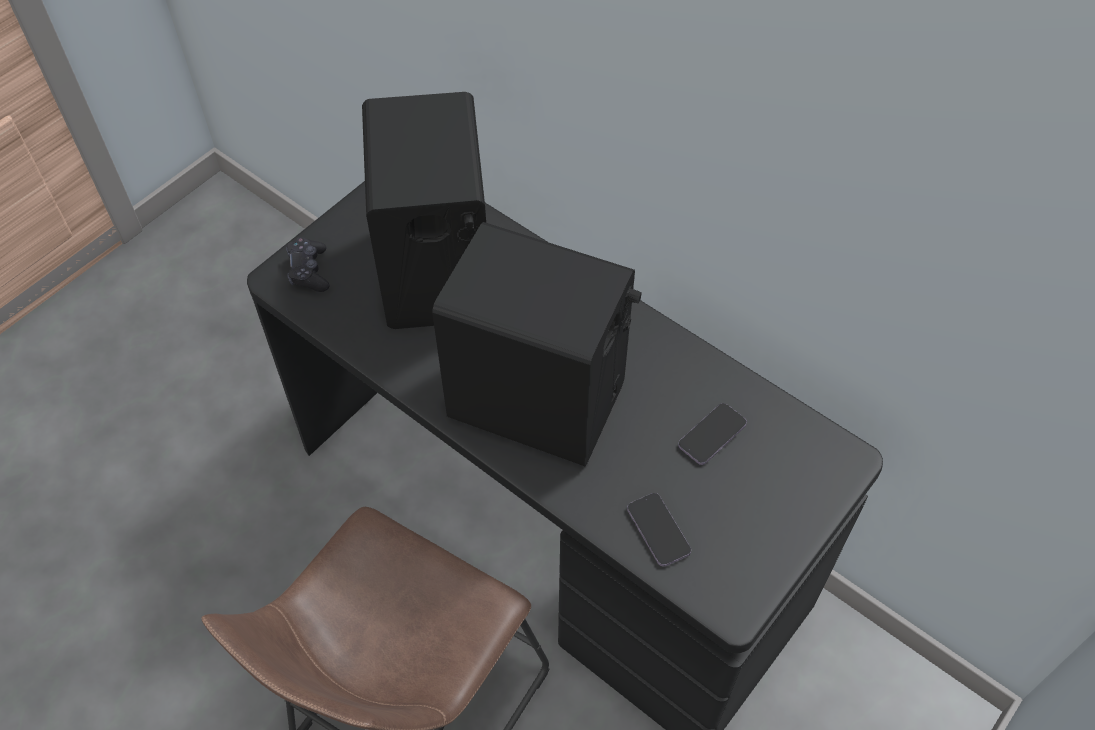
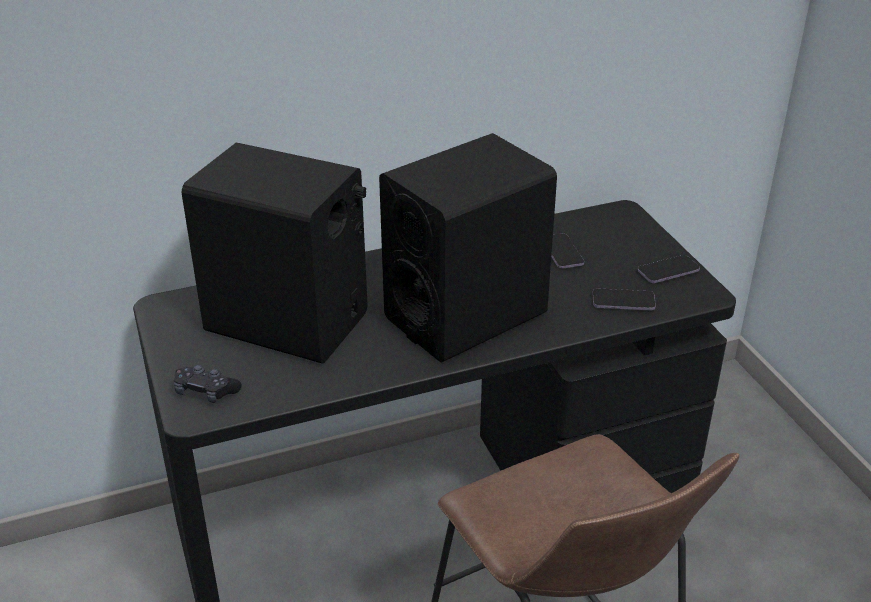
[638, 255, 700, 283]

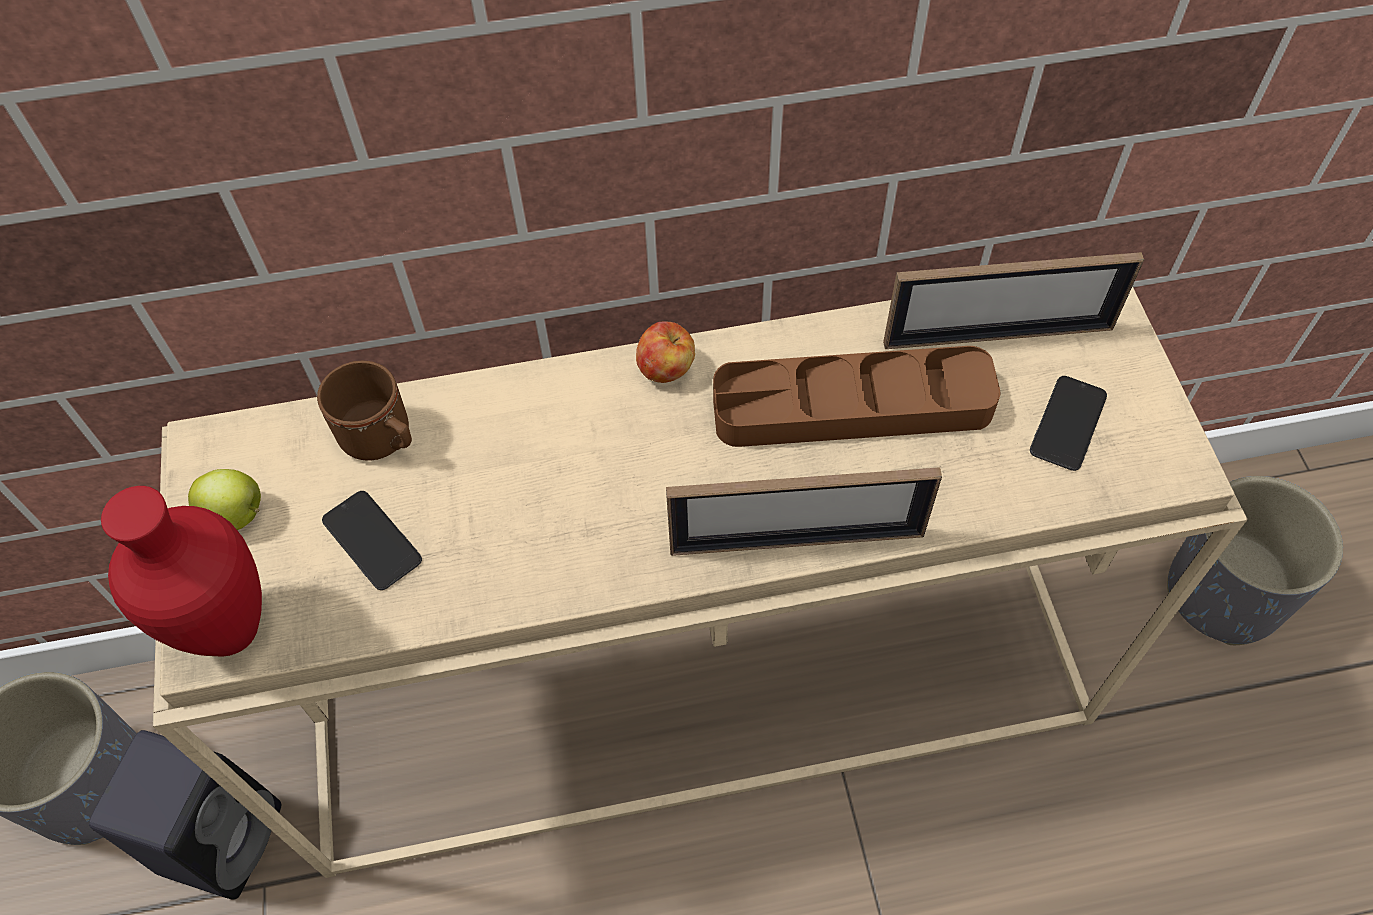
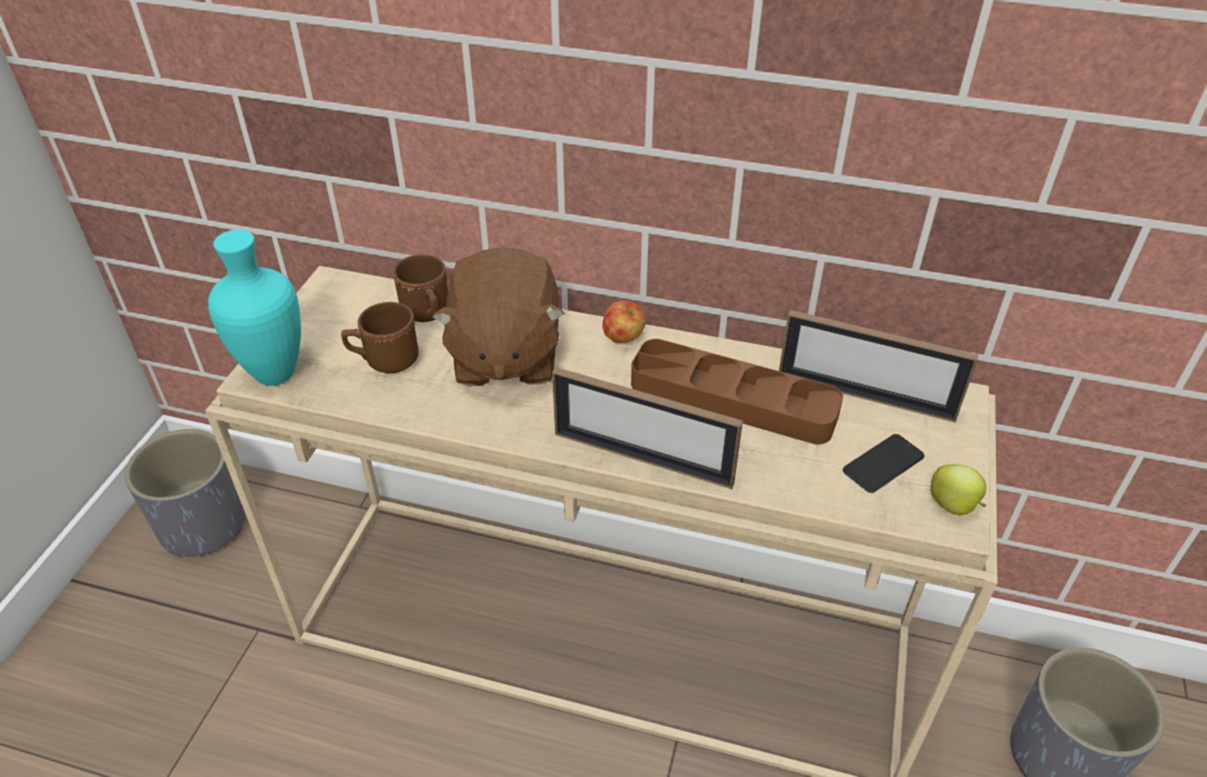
[931, 464, 986, 515]
[208, 230, 301, 386]
[341, 302, 419, 373]
[89, 730, 282, 900] (first image)
[432, 247, 565, 386]

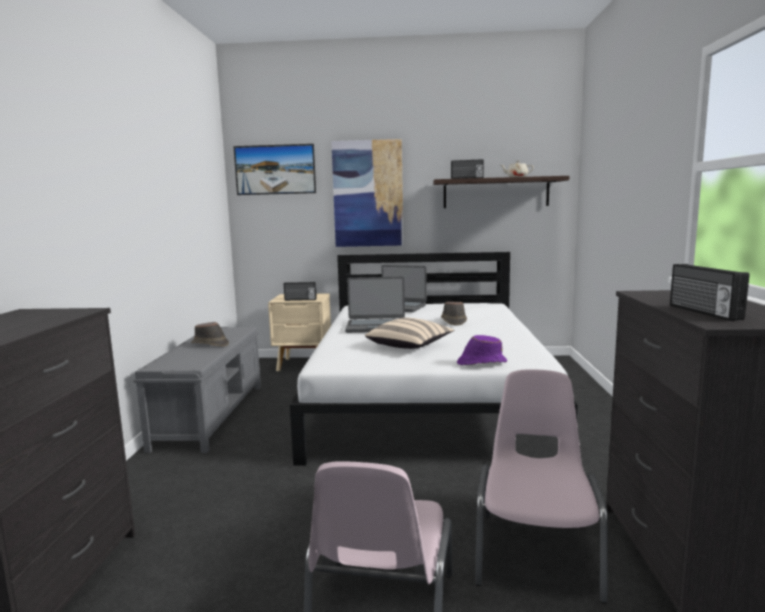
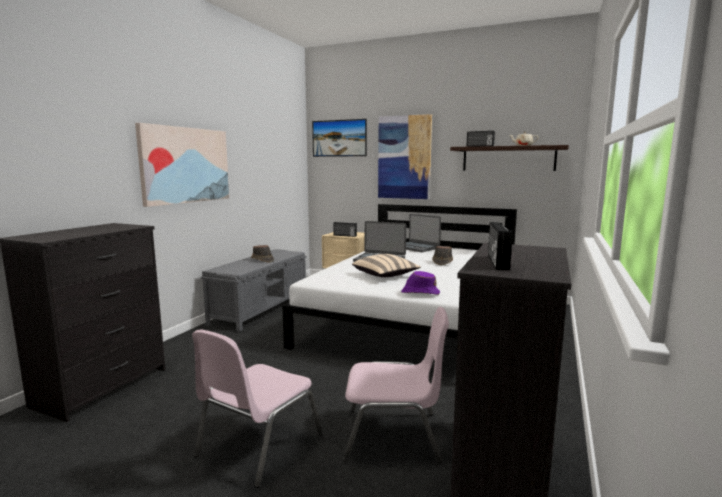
[343, 307, 449, 463]
[135, 123, 229, 207]

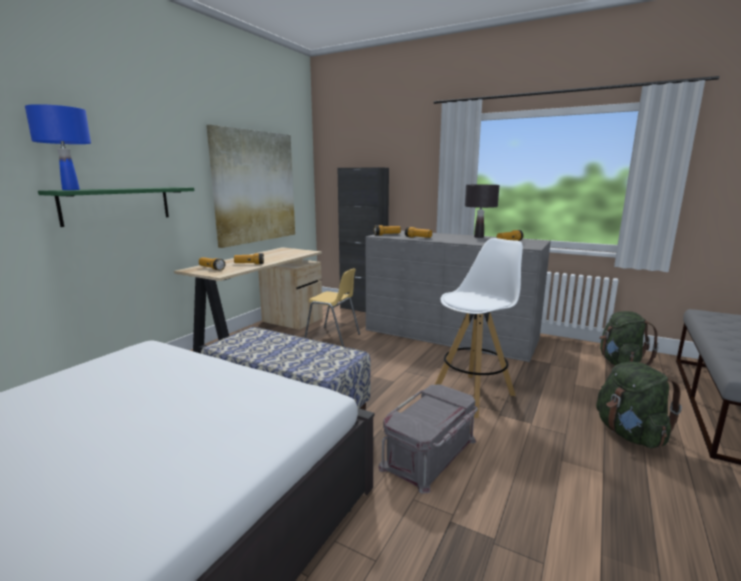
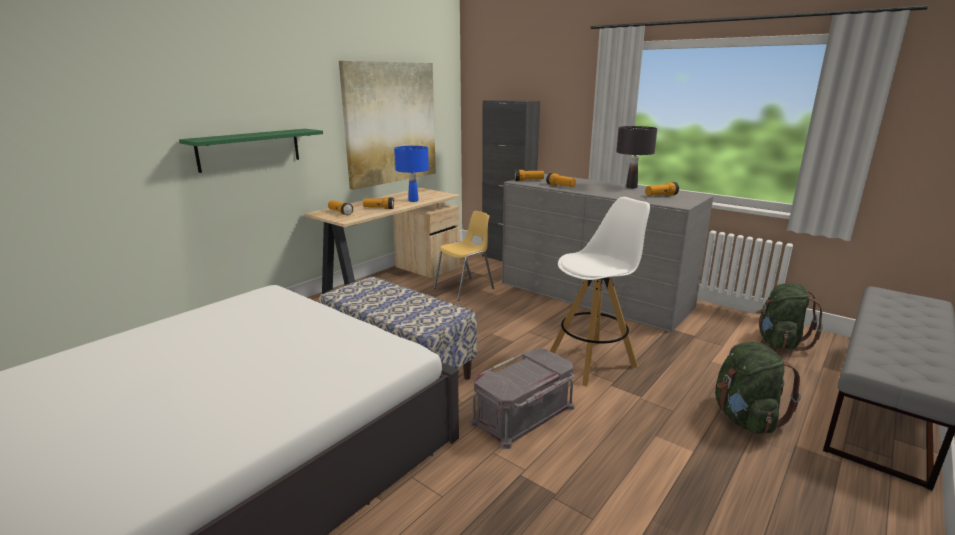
[394, 146, 429, 202]
[434, 211, 494, 301]

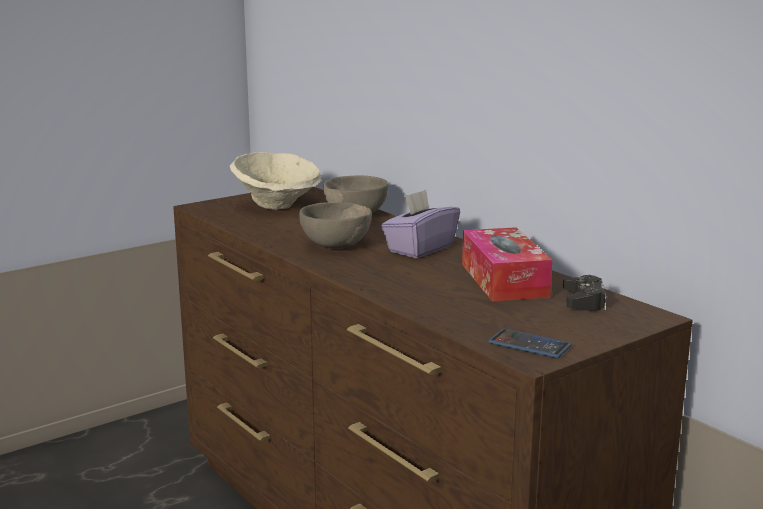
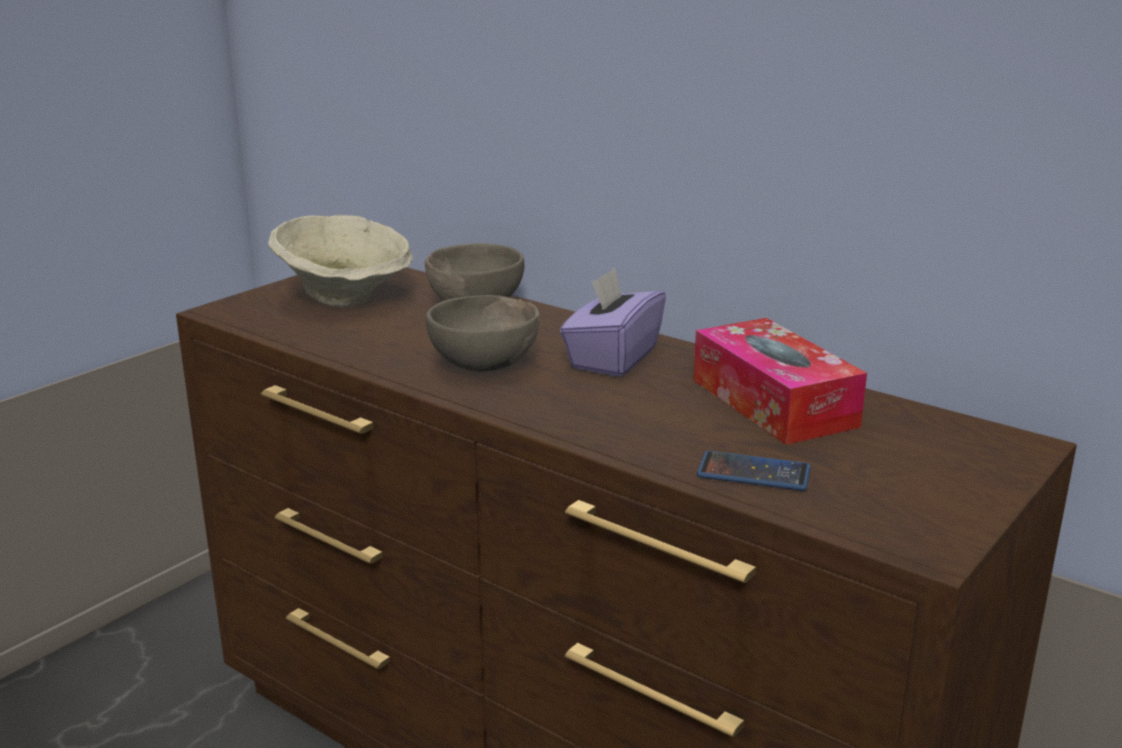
[563, 275, 606, 311] (first image)
[697, 451, 811, 491]

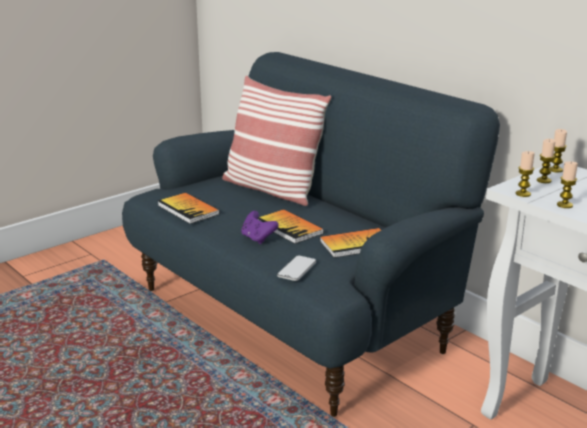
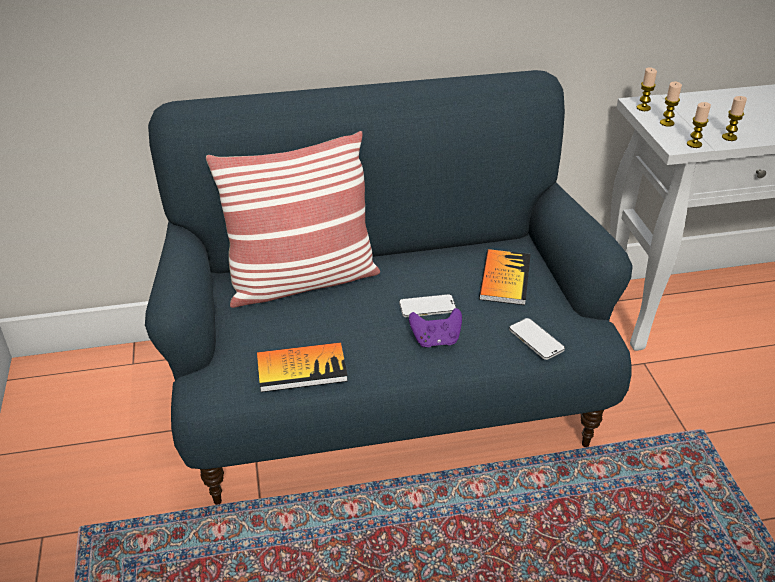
[399, 294, 456, 317]

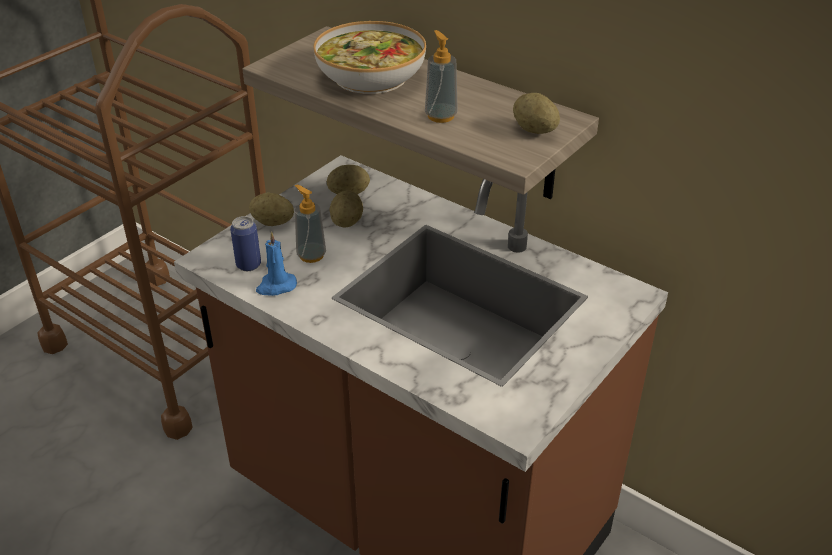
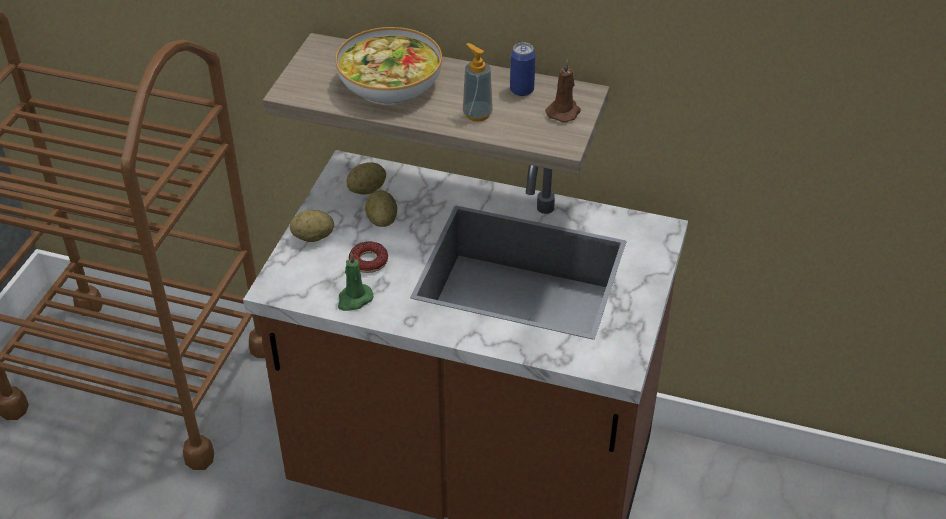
[546, 59, 581, 123]
[349, 241, 388, 273]
[510, 42, 536, 96]
[338, 253, 373, 311]

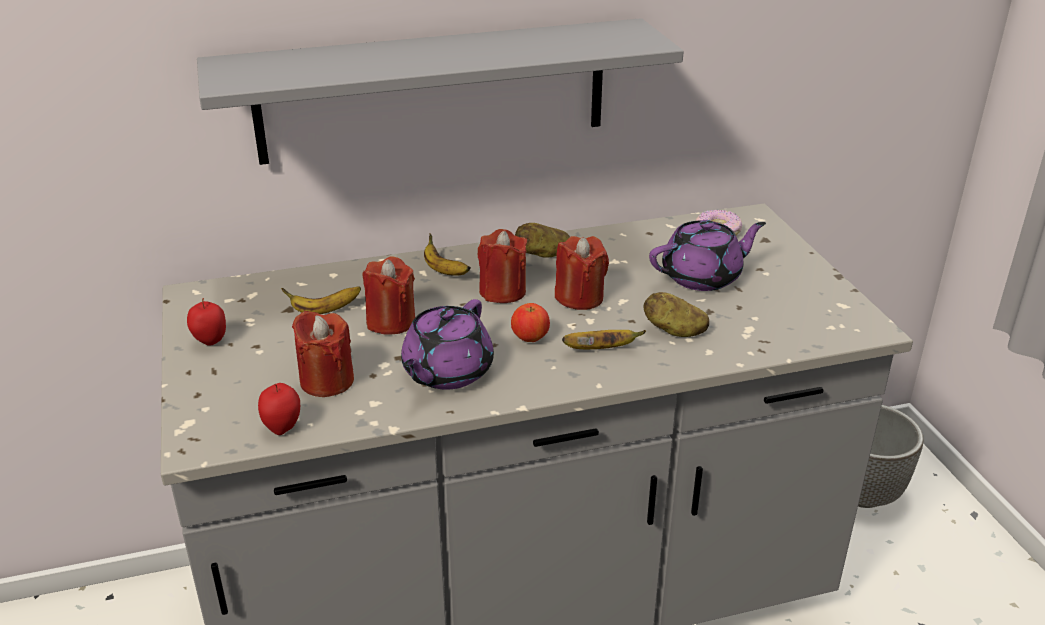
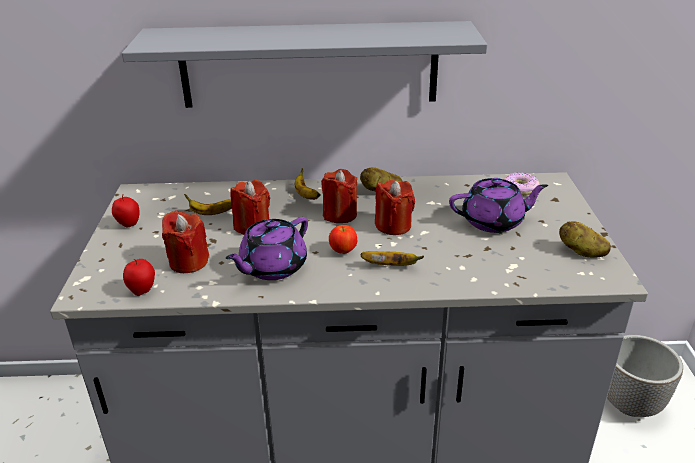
[559, 221, 611, 258]

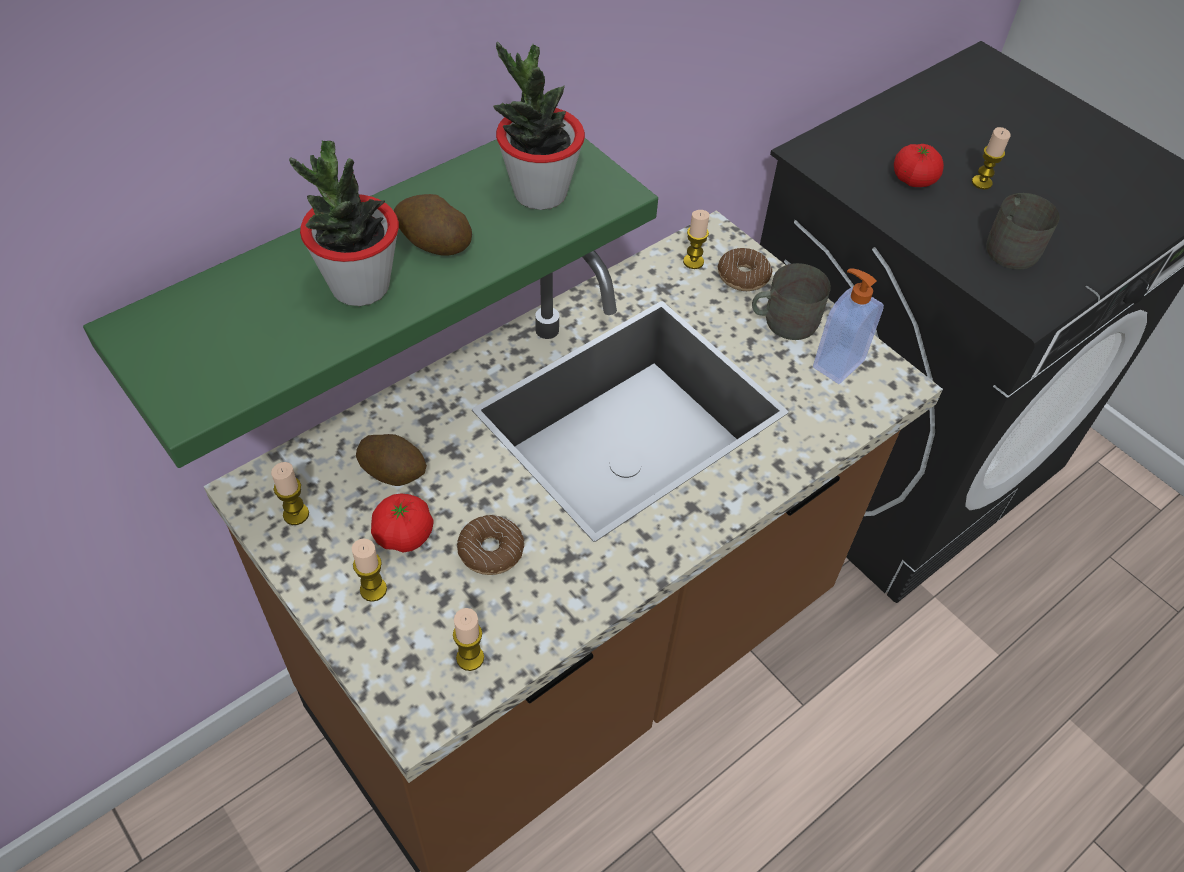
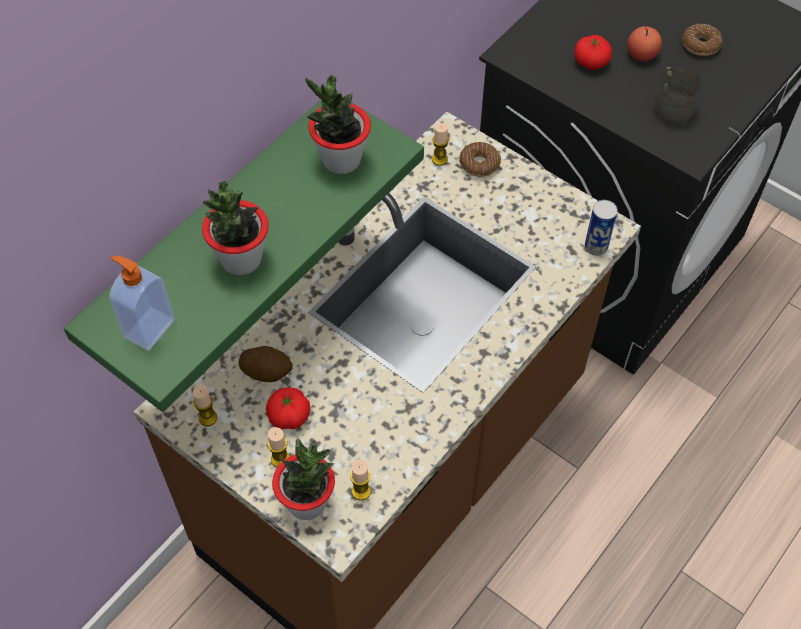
[627, 26, 662, 61]
[394, 194, 472, 255] (first image)
[752, 263, 831, 340] (first image)
[109, 256, 174, 351]
[682, 24, 723, 56]
[585, 200, 618, 256]
[272, 439, 335, 520]

